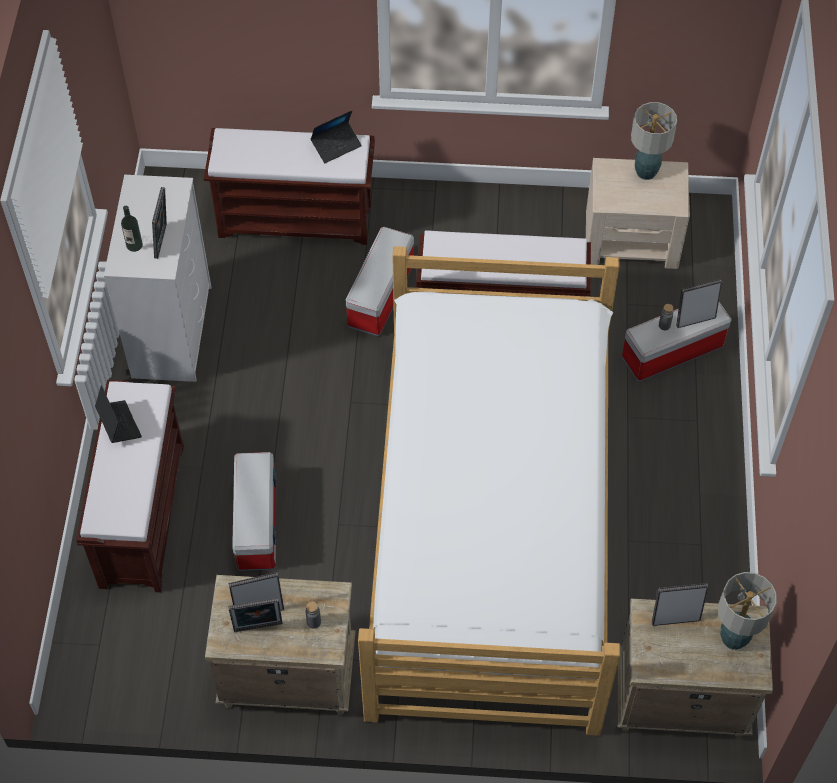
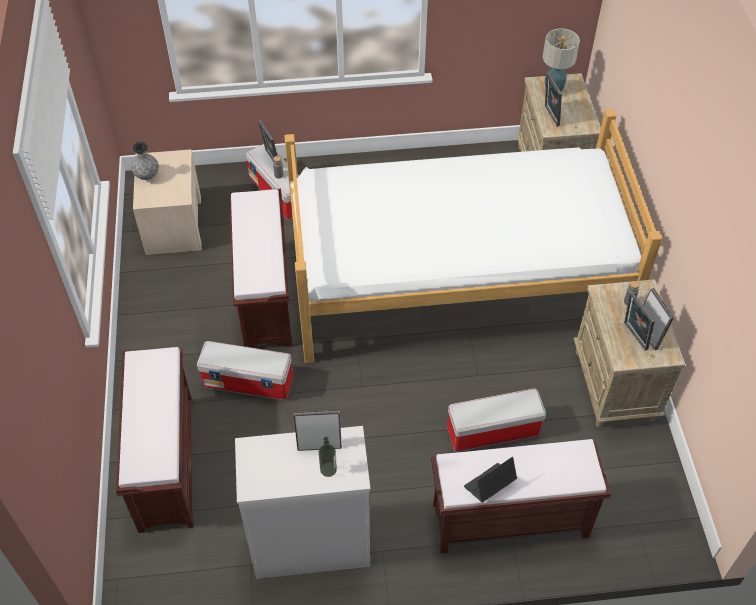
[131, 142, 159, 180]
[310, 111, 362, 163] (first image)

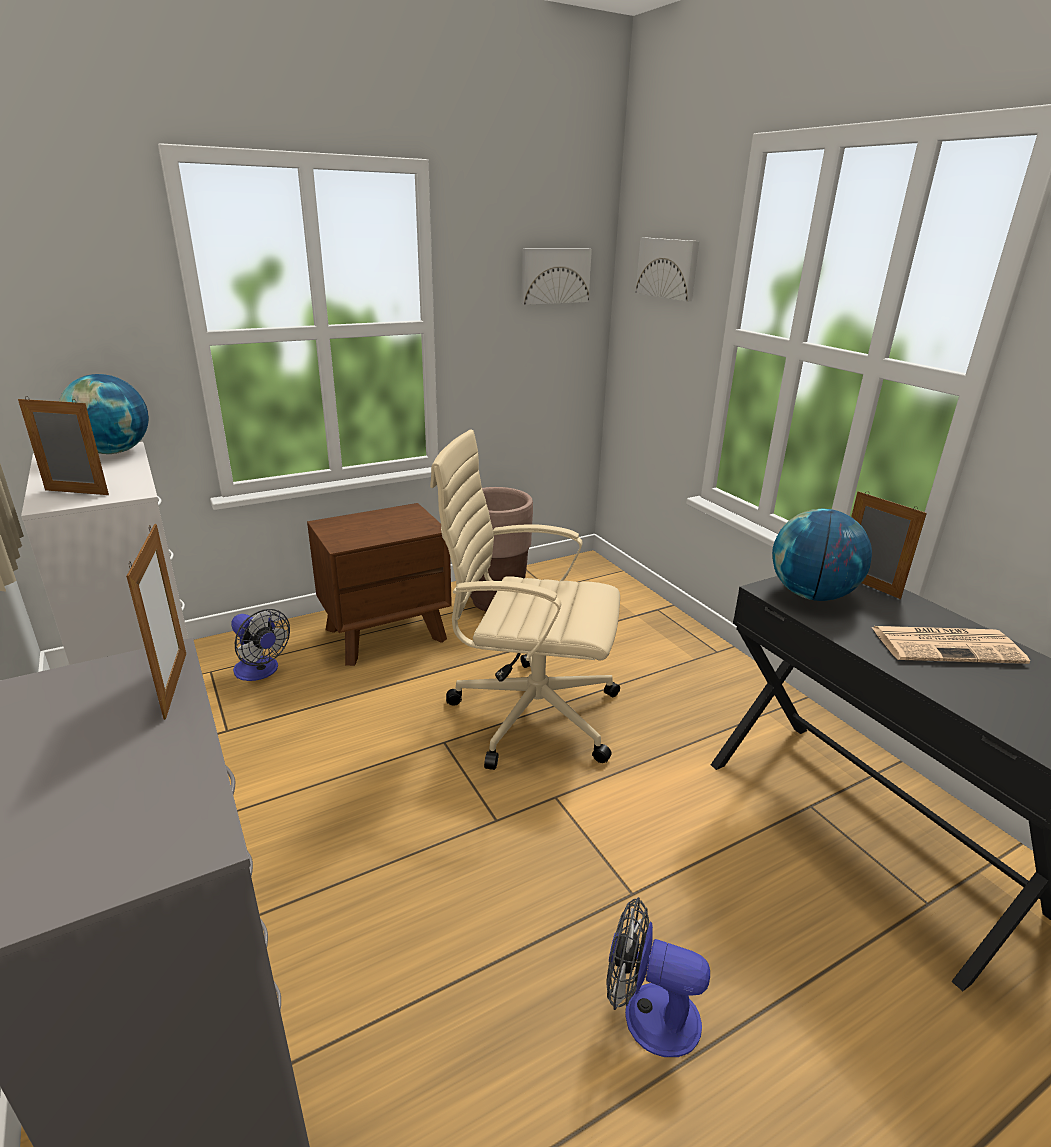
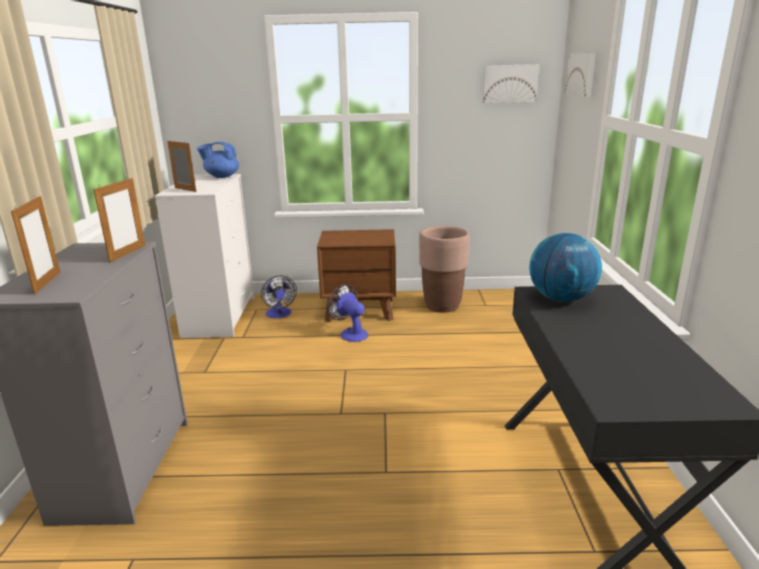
[197, 142, 239, 178]
[430, 430, 620, 770] (first image)
[11, 195, 60, 295]
[871, 626, 1030, 664] (first image)
[328, 284, 368, 342]

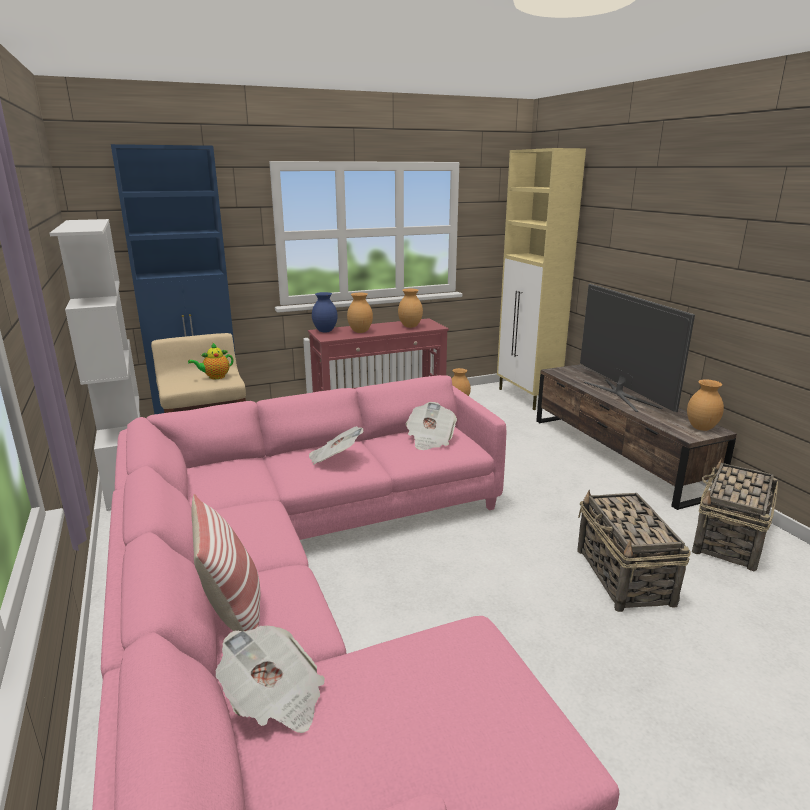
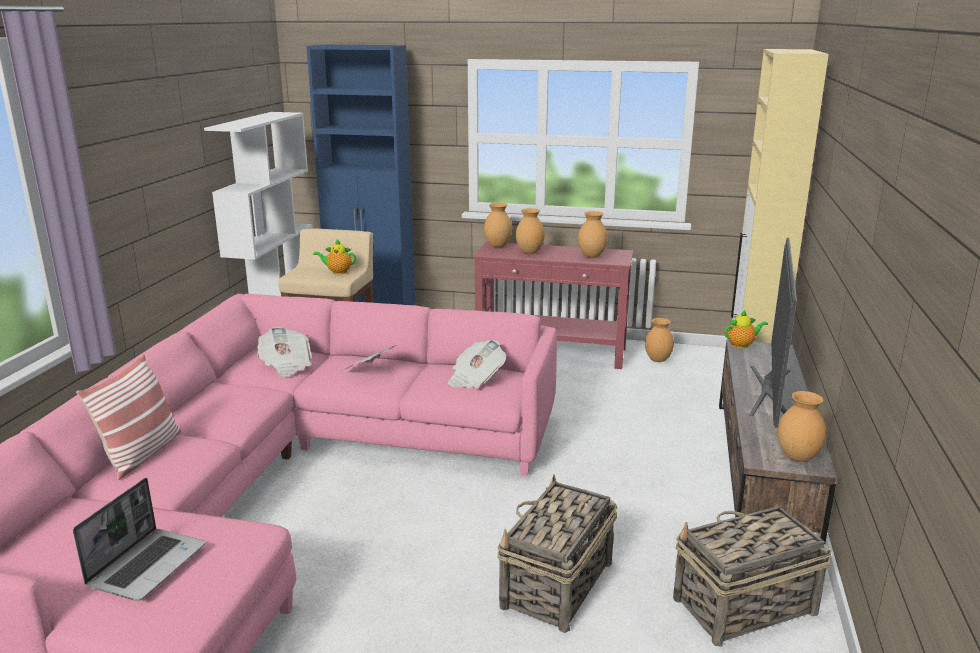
[484, 203, 512, 247]
[257, 327, 312, 377]
[725, 310, 768, 349]
[73, 478, 206, 601]

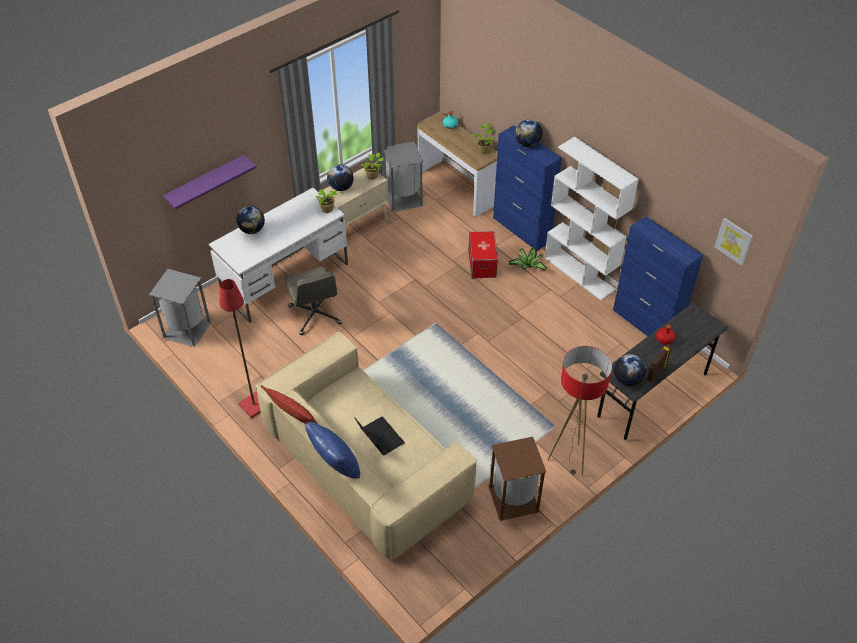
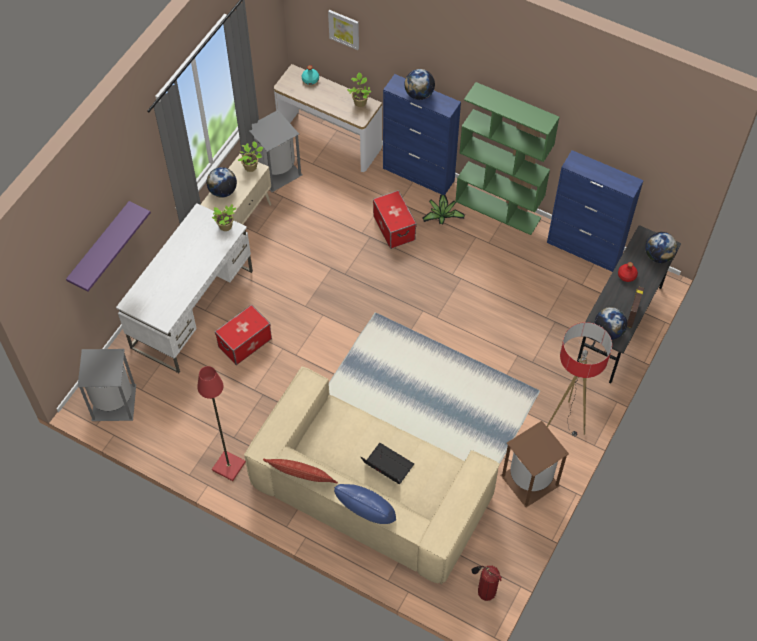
[455, 82, 560, 235]
[645, 232, 677, 263]
[328, 10, 359, 50]
[215, 305, 272, 365]
[472, 566, 502, 601]

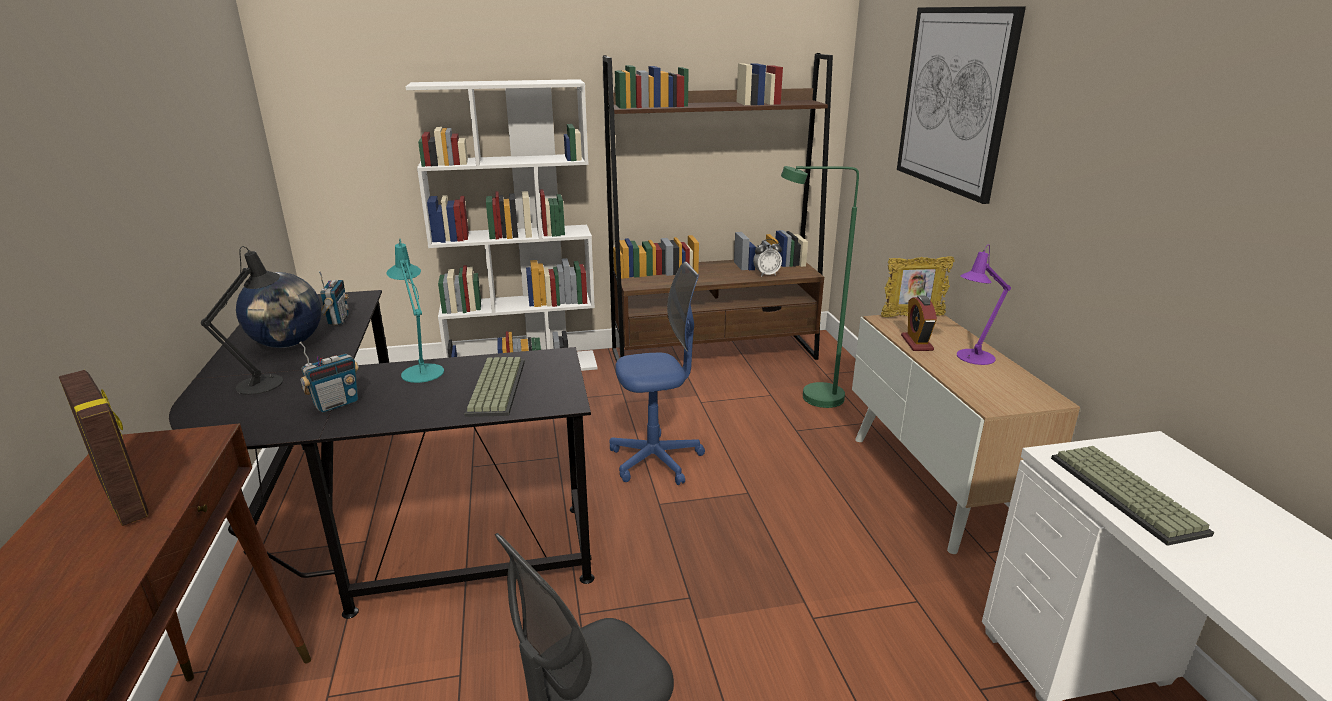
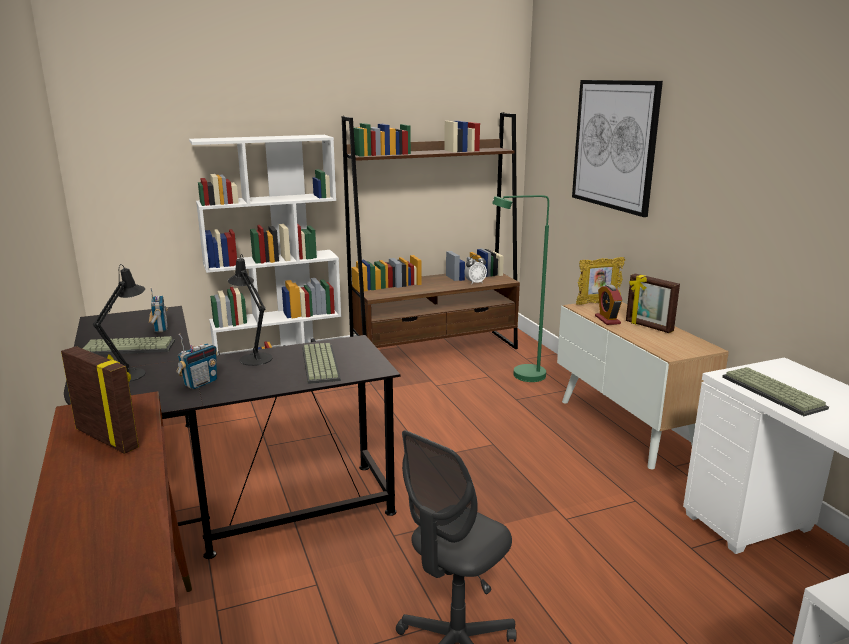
[228, 254, 273, 366]
[626, 274, 680, 333]
[610, 262, 705, 485] (first image)
[83, 336, 175, 355]

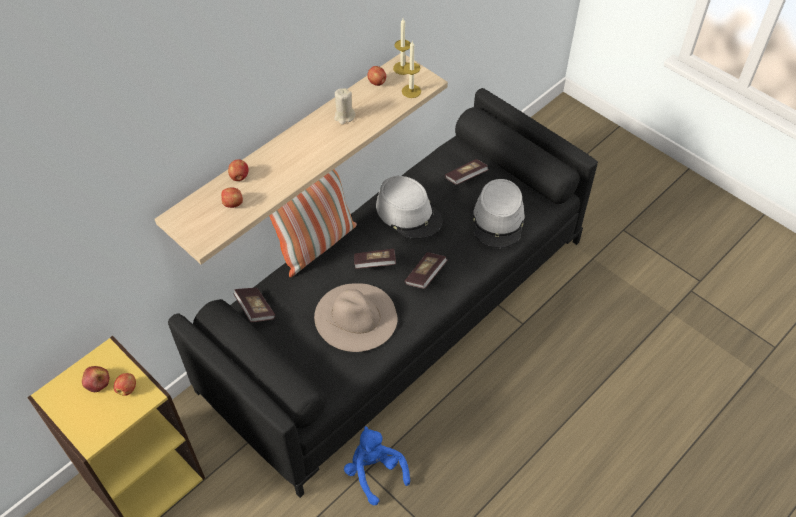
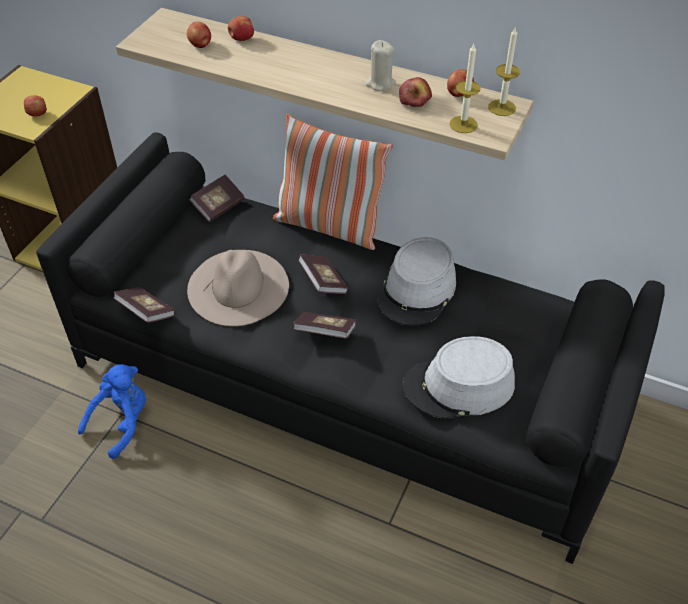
[113, 287, 175, 323]
[399, 77, 432, 107]

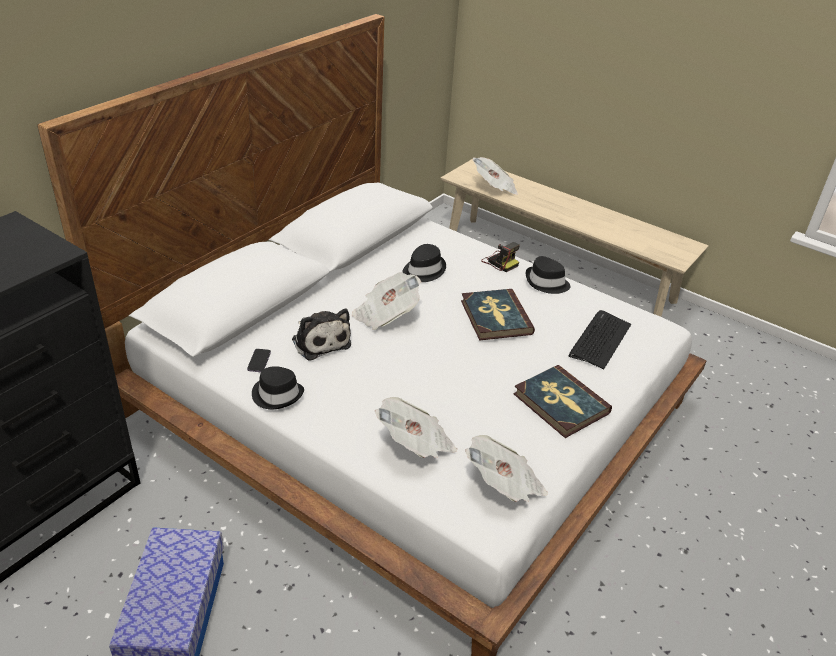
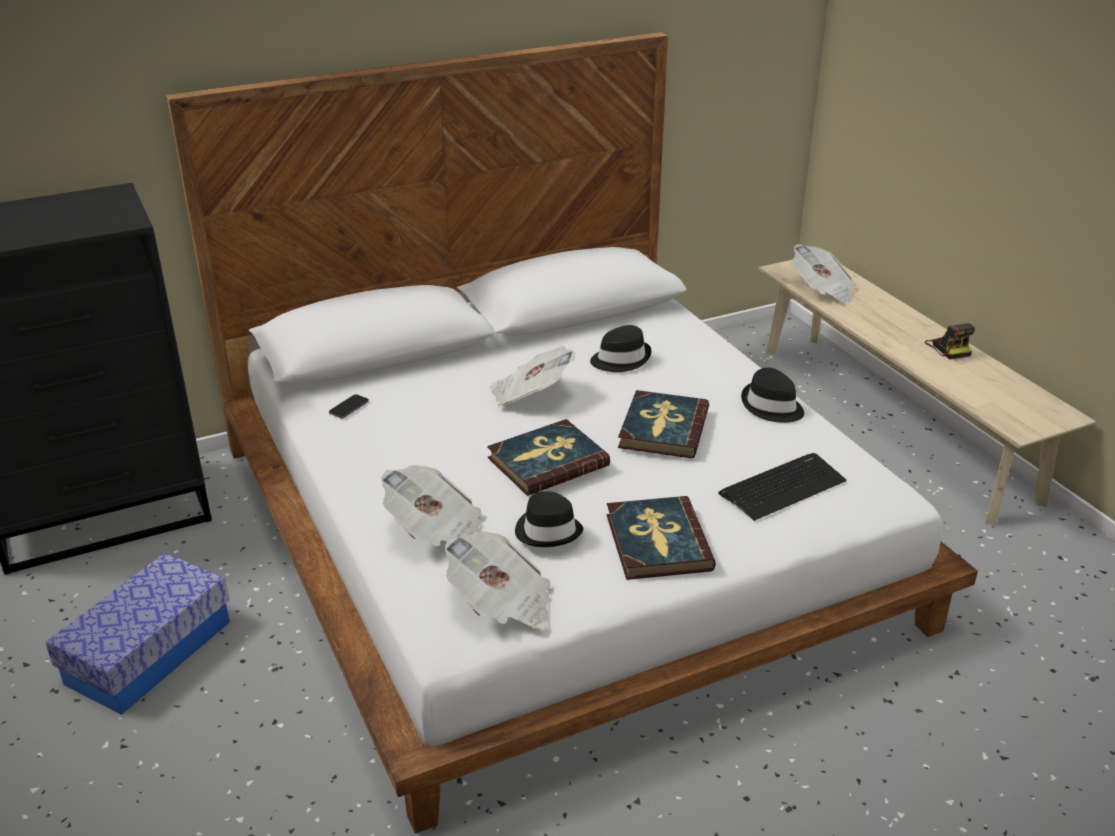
[925, 323, 975, 359]
[292, 309, 351, 361] (first image)
[515, 491, 583, 547]
[487, 419, 610, 496]

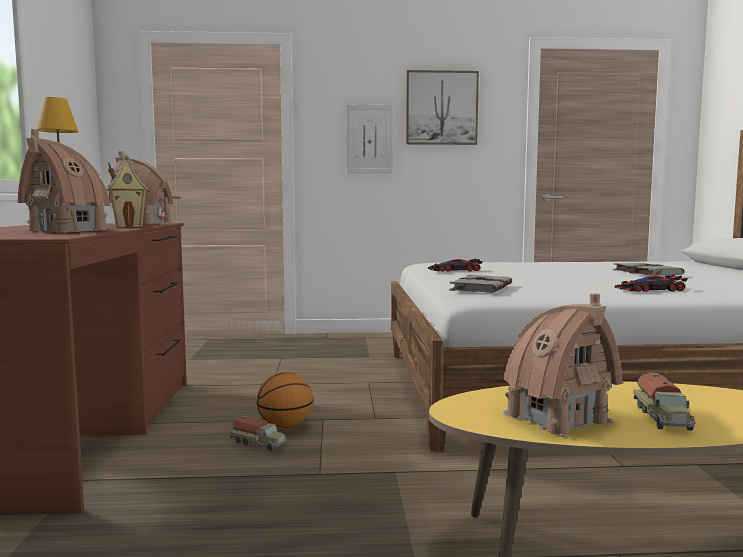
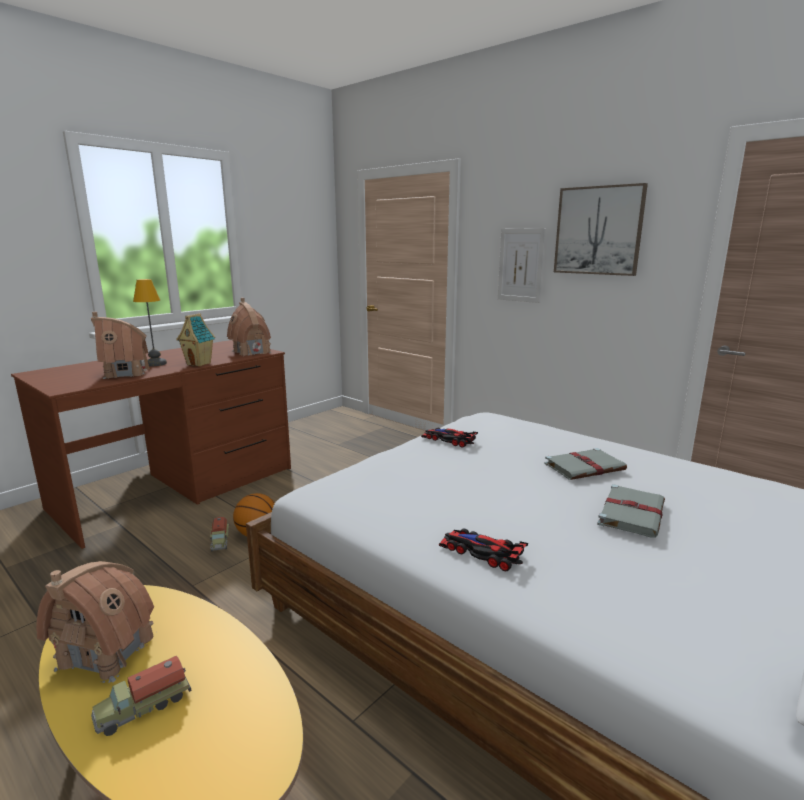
[545, 448, 627, 480]

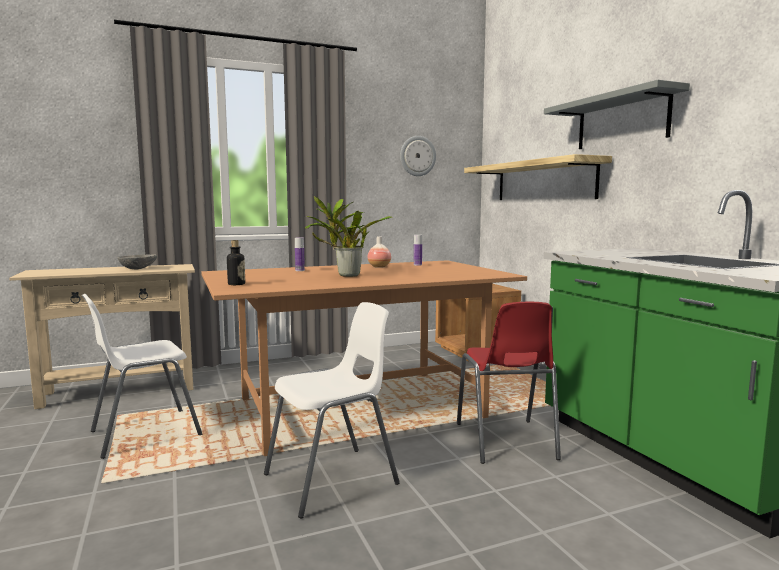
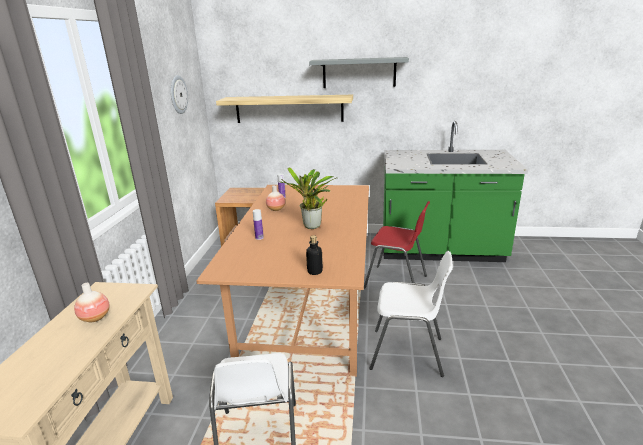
[74, 283, 110, 322]
[369, 251, 453, 377]

